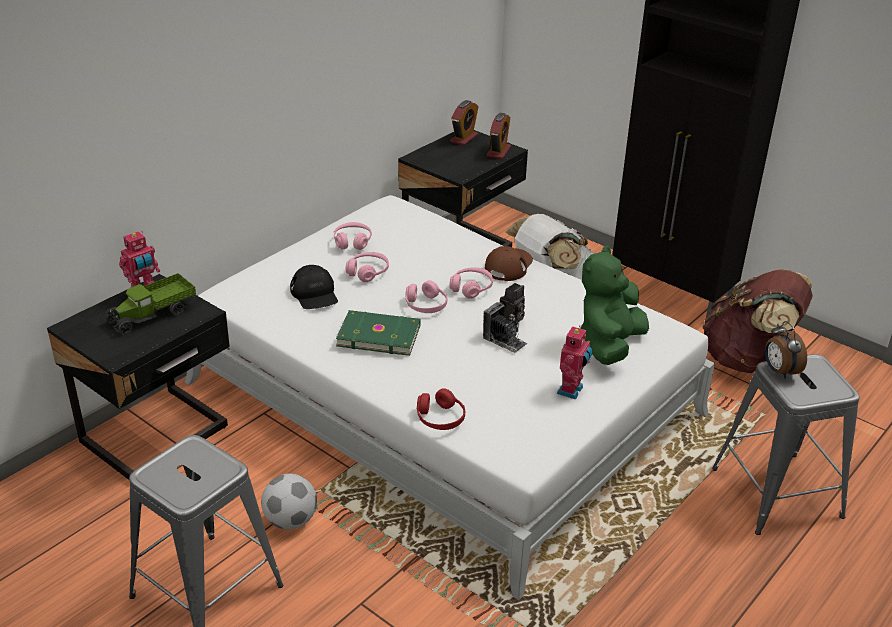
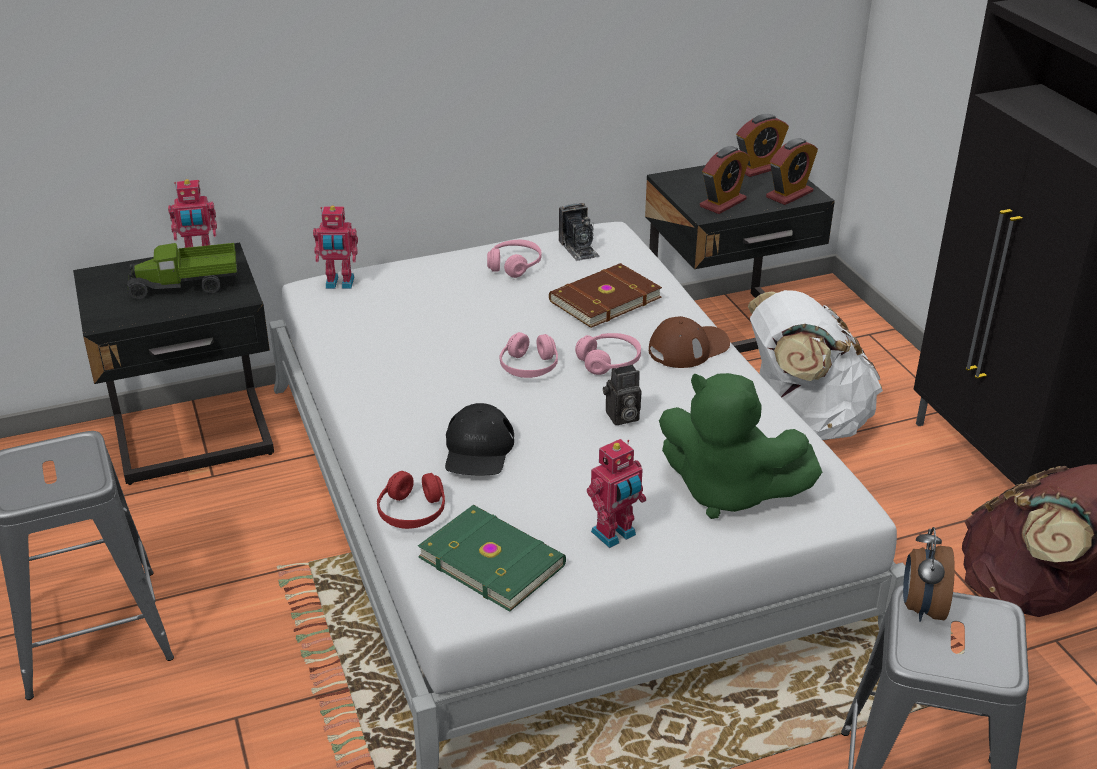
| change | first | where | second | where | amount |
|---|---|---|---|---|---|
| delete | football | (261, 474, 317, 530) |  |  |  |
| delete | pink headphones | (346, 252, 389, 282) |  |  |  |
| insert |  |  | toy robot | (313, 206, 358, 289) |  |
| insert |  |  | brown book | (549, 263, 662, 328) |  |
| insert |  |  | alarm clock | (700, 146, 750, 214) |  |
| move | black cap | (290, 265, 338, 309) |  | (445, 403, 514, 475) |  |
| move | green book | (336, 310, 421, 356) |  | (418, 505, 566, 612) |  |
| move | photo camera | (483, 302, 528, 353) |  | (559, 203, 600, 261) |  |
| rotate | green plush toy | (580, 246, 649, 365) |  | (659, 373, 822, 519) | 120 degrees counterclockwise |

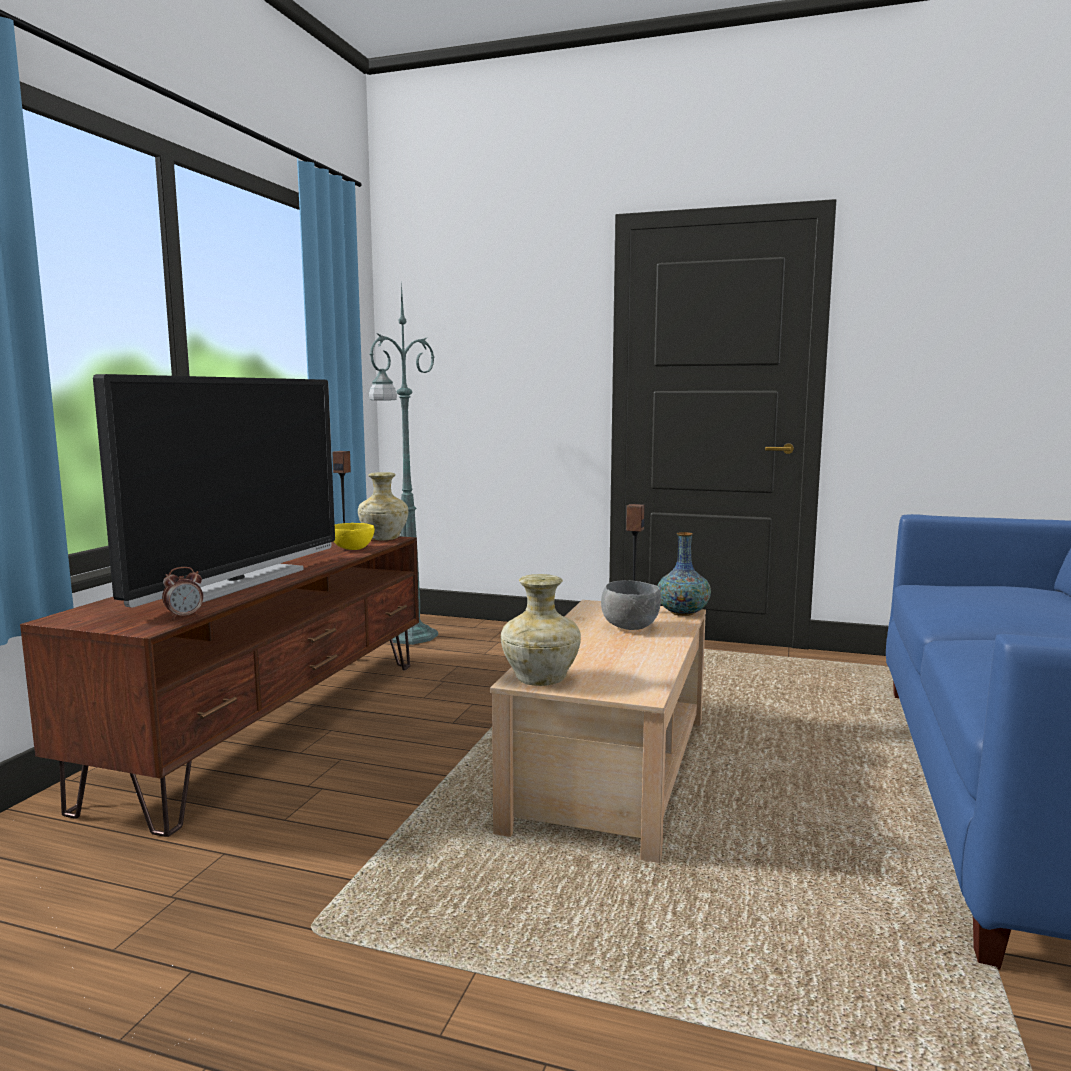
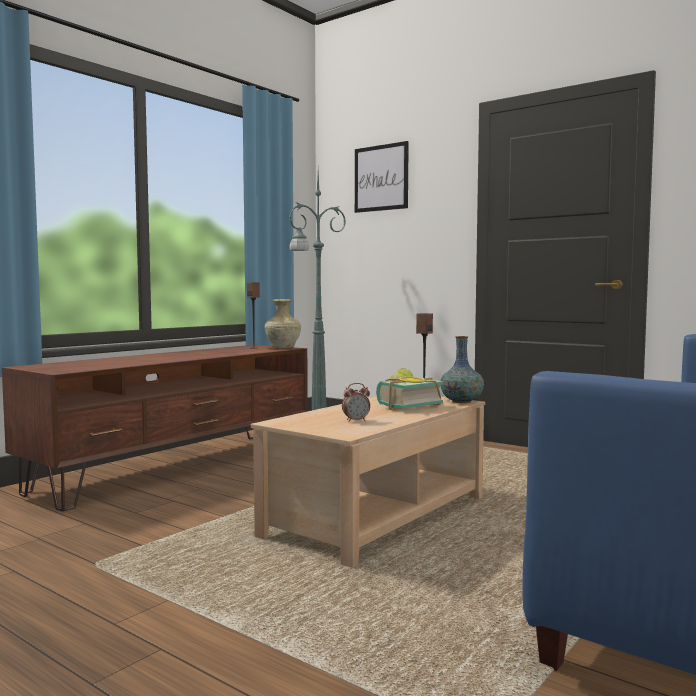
| change | first | where | second | where | amount |
|---|---|---|---|---|---|
| delete | television | (93, 374, 335, 608) |  |  |  |
| delete | yellow bowl | (333, 523, 375, 550) |  |  |  |
| delete | beige vase | (501, 574, 581, 686) |  |  |  |
| insert |  |  | picture | (355, 141, 409, 213) |  |
| move | alarm clock | (162, 567, 203, 619) |  | (342, 383, 370, 422) |  |
| replace | grey bowl | (601, 580, 661, 630) | book | (376, 368, 443, 410) |  |

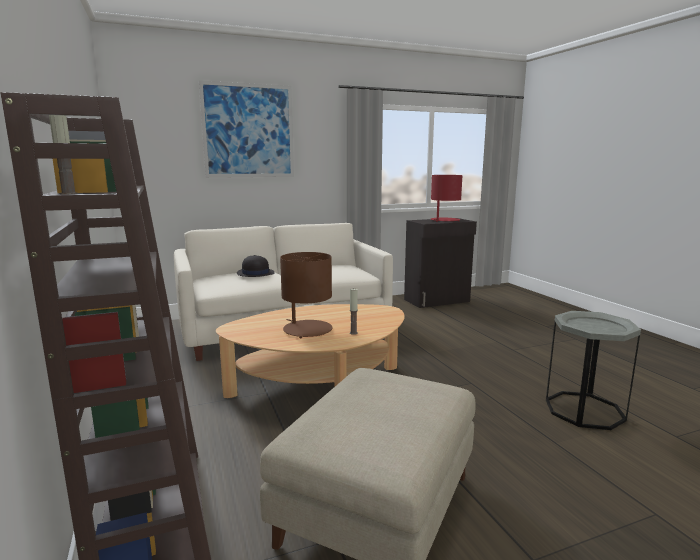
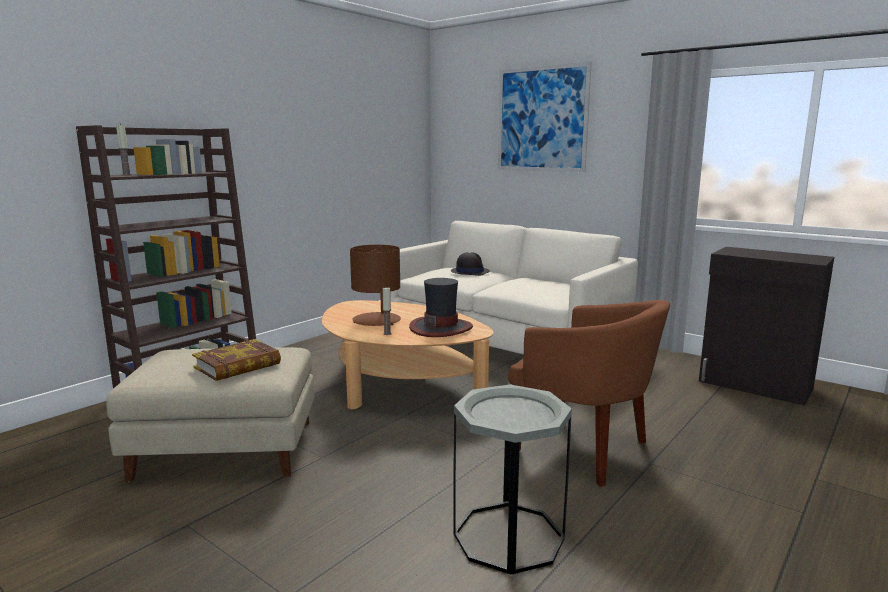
| change | first | where | second | where | amount |
|---|---|---|---|---|---|
| delete | red table lamp | (431, 175, 463, 222) |  |  |  |
| insert |  |  | book | (192, 339, 281, 381) |  |
| insert |  |  | hat | (409, 278, 473, 337) |  |
| insert |  |  | brown armchair | (508, 300, 670, 487) |  |

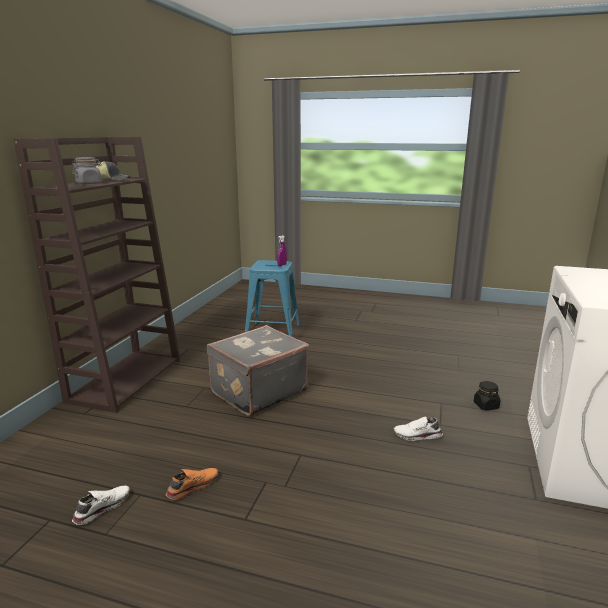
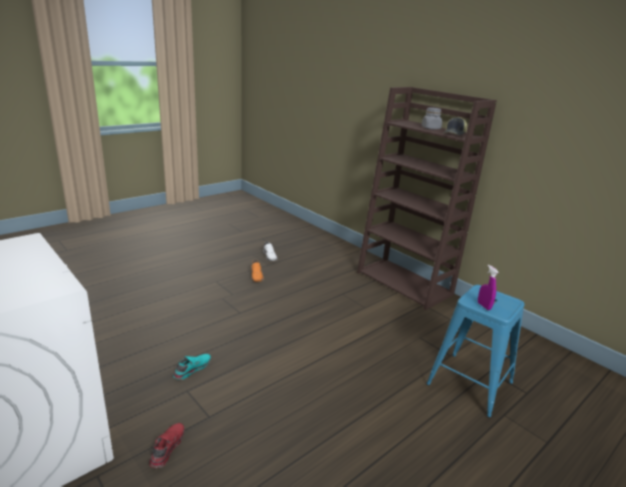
| change | first | where | second | where | amount |
|---|---|---|---|---|---|
| delete | grey suitcase | (207, 325, 309, 416) |  |  |  |
| replace | black jar | (474, 381, 500, 410) | red shoe | (149, 423, 184, 468) |  |
| recolor | white shoe | (394, 417, 443, 441) | turquoise shoe | (173, 354, 211, 380) |  |

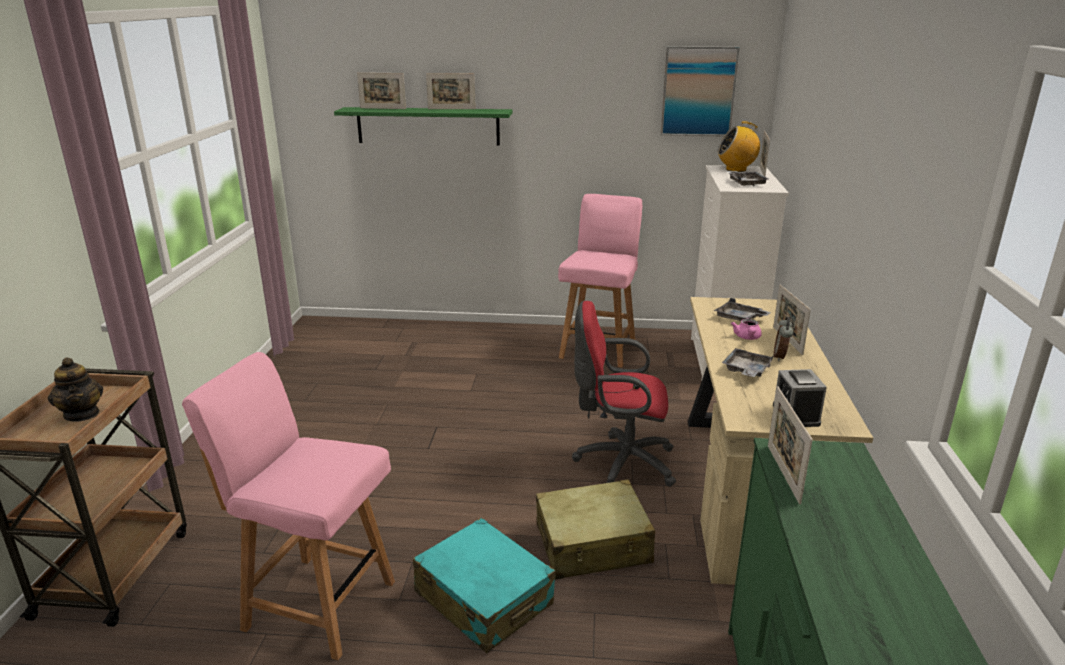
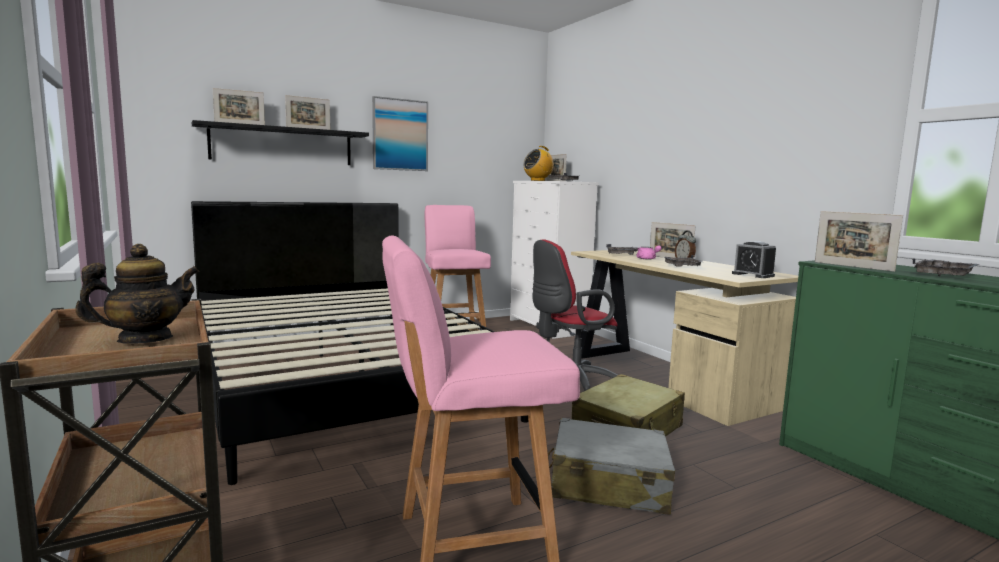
| change | first | where | second | where | amount |
|---|---|---|---|---|---|
| insert |  |  | black bed | (191, 201, 528, 485) |  |
| insert |  |  | grey tray | (912, 258, 979, 276) |  |
| move | picture | (661, 46, 740, 136) |  | (372, 96, 428, 171) |  |
| recolor | green shelf | (334, 107, 512, 145) | black shelf | (192, 120, 369, 165) |  |
| recolor | turquoise suitcase | (413, 518, 556, 653) | grey suitcase | (548, 418, 675, 515) |  |
| rotate | teapot | (48, 358, 103, 421) |  | (75, 244, 200, 344) | 60 degrees counterclockwise |

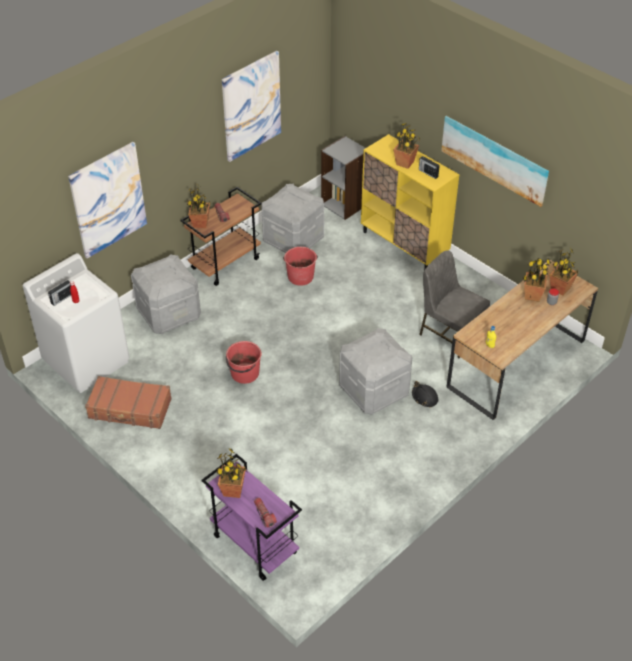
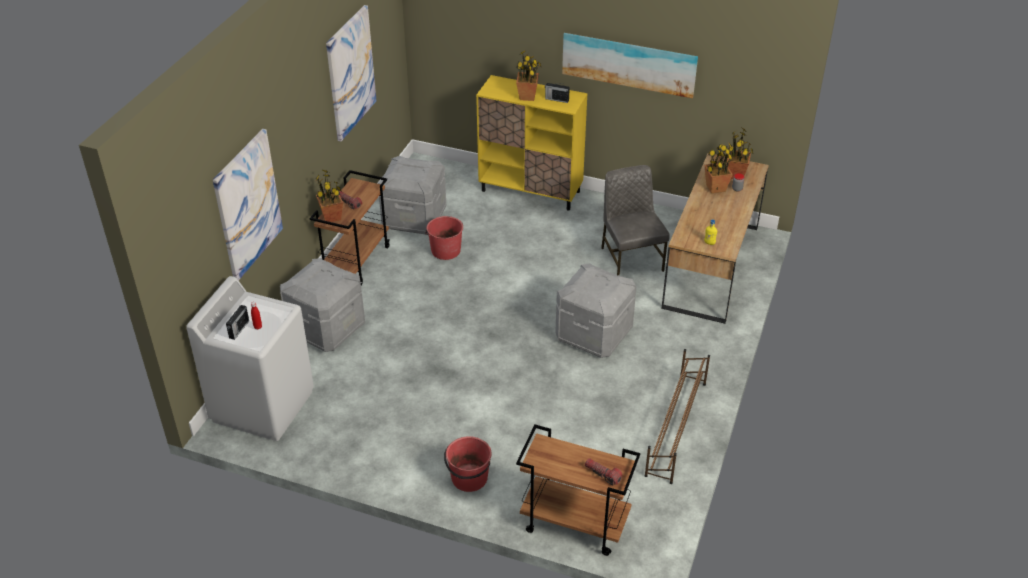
| change | first | where | second | where | amount |
|---|---|---|---|---|---|
| delete | brown suitcase | (85, 376, 172, 429) |  |  |  |
| delete | potted plant | (216, 448, 246, 498) |  |  |  |
| delete | grey bookcase | (321, 136, 365, 220) |  |  |  |
| delete | black hard hat | (412, 381, 438, 407) |  |  |  |
| insert |  |  | brown shoe rack | (645, 349, 710, 484) |  |
| move | red bucket | (226, 341, 262, 384) |  | (444, 436, 492, 492) |  |
| recolor | purple cart | (202, 454, 302, 581) | brown cart | (516, 425, 640, 556) |  |
| rotate | grey chair | (419, 250, 490, 358) |  | (601, 165, 670, 275) | 60 degrees clockwise |

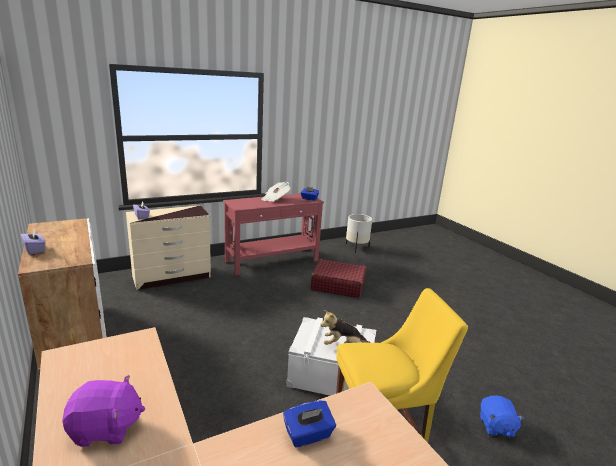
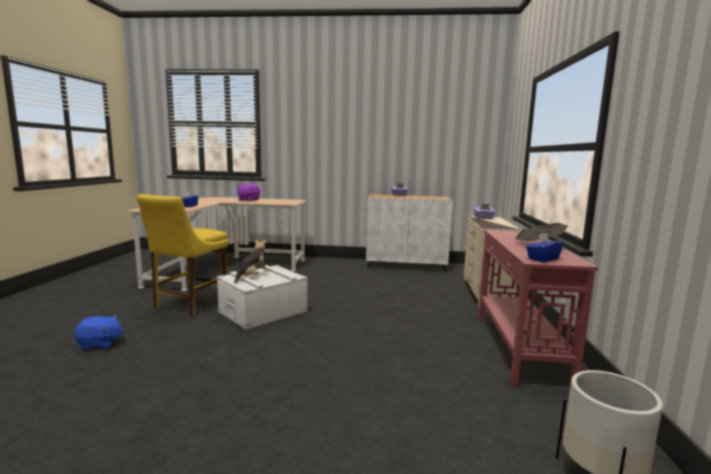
| change | first | where | second | where | amount |
|---|---|---|---|---|---|
| delete | red suitcase | (311, 259, 367, 298) |  |  |  |
| rotate | blue plush toy | (480, 395, 524, 437) |  | (74, 315, 124, 350) | 135 degrees clockwise |

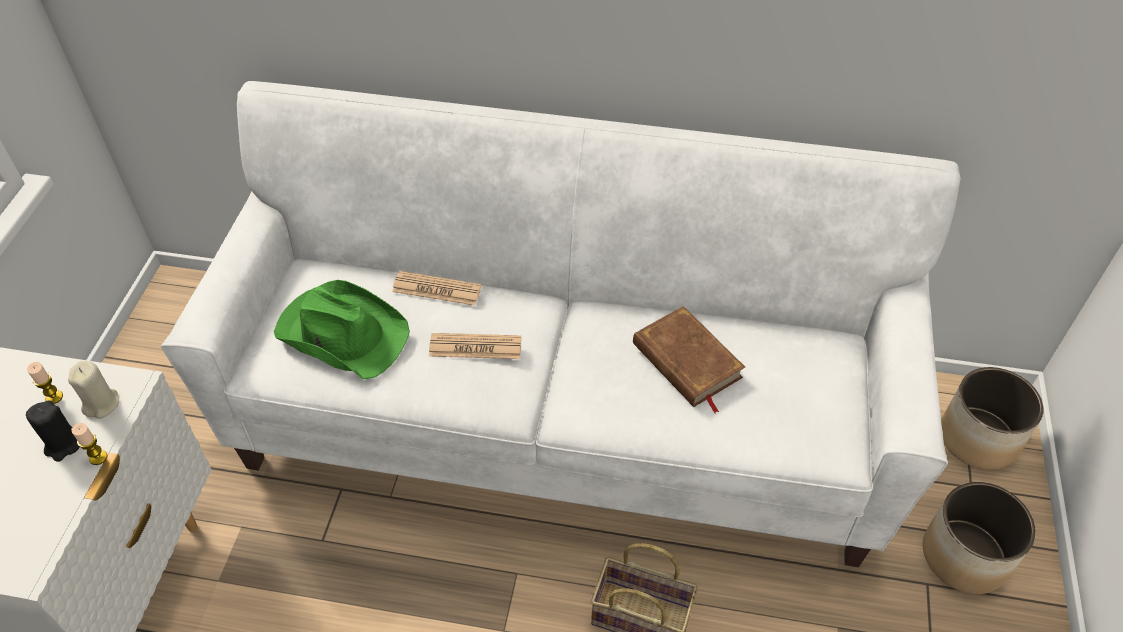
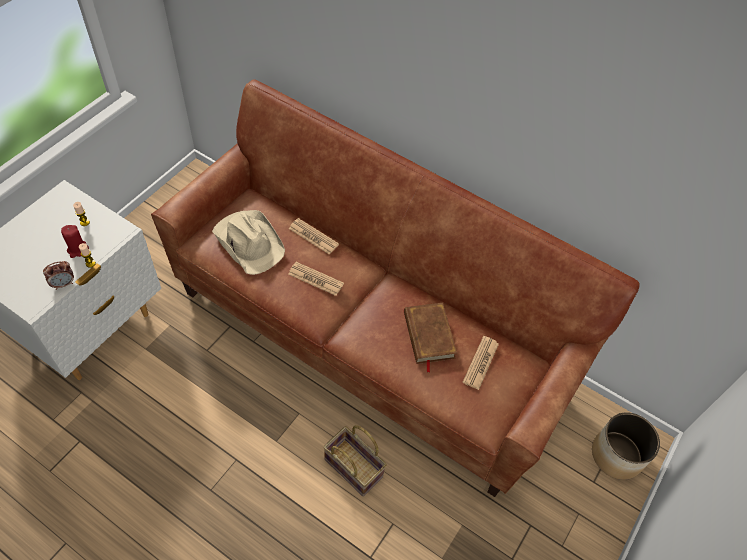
| change | first | where | second | where | amount |
|---|---|---|---|---|---|
| delete | beige candle | (68, 361, 120, 419) |  |  |  |
| delete | planter | (923, 482, 1036, 594) |  |  |  |
| insert |  |  | alarm clock | (43, 261, 74, 290) |  |
| insert |  |  | newspaper | (463, 336, 499, 390) |  |
| recolor | black candle | (26, 400, 80, 462) | red candle | (61, 225, 89, 258) |  |
| recolor | white sofa | (161, 81, 961, 567) | brown sofa | (151, 79, 640, 497) |  |
| recolor | green hat | (274, 280, 410, 380) | beige hat | (212, 210, 285, 275) |  |

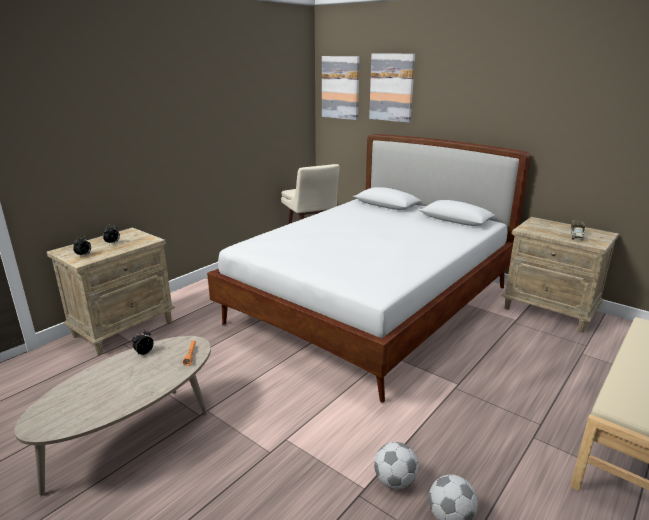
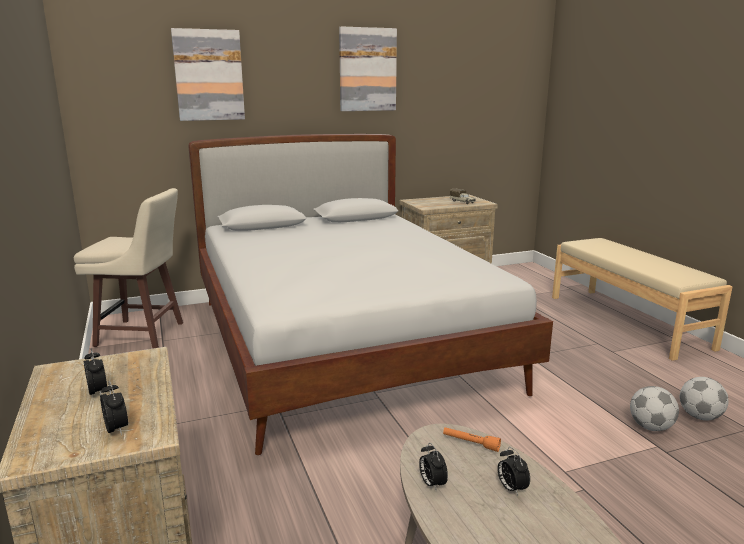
| change | first | where | second | where | amount |
|---|---|---|---|---|---|
| insert |  |  | alarm clock | (497, 447, 530, 496) |  |
| move | picture | (322, 56, 360, 120) |  | (339, 26, 397, 111) |  |

